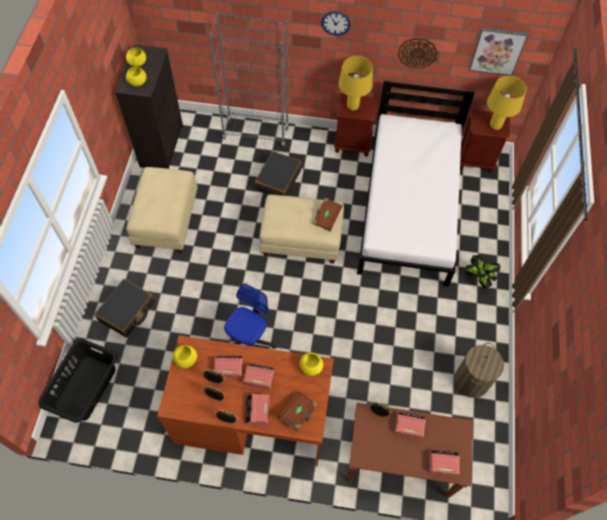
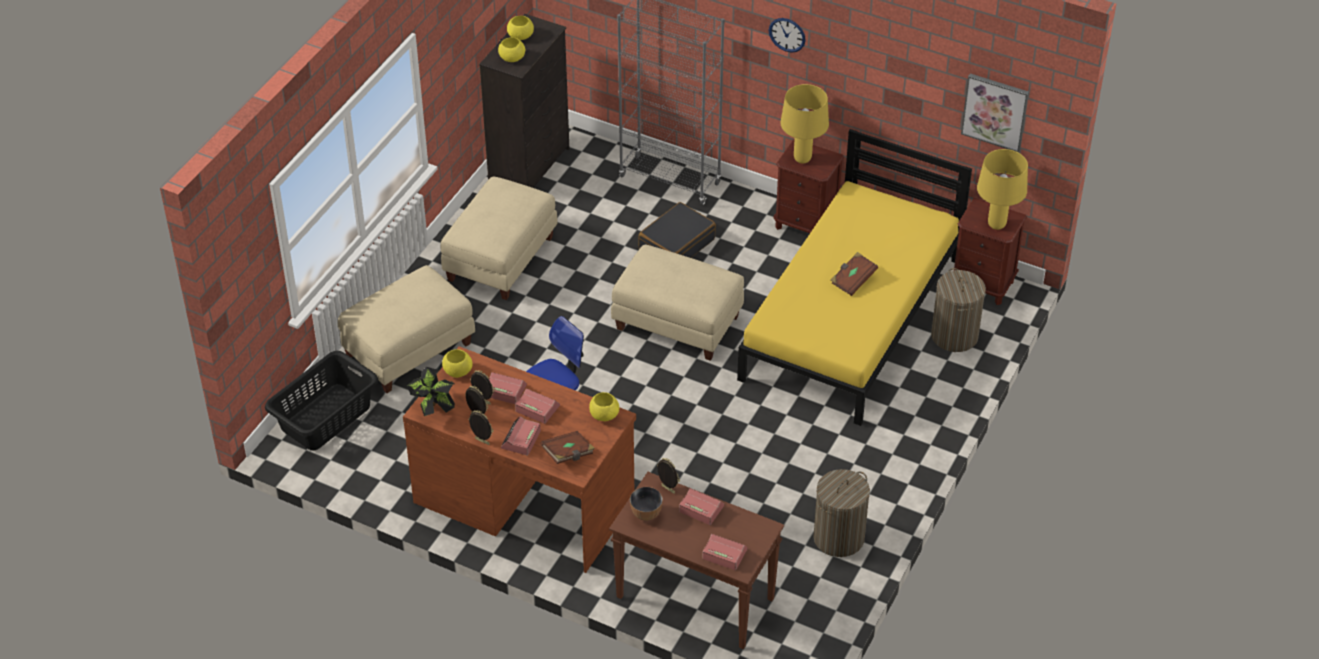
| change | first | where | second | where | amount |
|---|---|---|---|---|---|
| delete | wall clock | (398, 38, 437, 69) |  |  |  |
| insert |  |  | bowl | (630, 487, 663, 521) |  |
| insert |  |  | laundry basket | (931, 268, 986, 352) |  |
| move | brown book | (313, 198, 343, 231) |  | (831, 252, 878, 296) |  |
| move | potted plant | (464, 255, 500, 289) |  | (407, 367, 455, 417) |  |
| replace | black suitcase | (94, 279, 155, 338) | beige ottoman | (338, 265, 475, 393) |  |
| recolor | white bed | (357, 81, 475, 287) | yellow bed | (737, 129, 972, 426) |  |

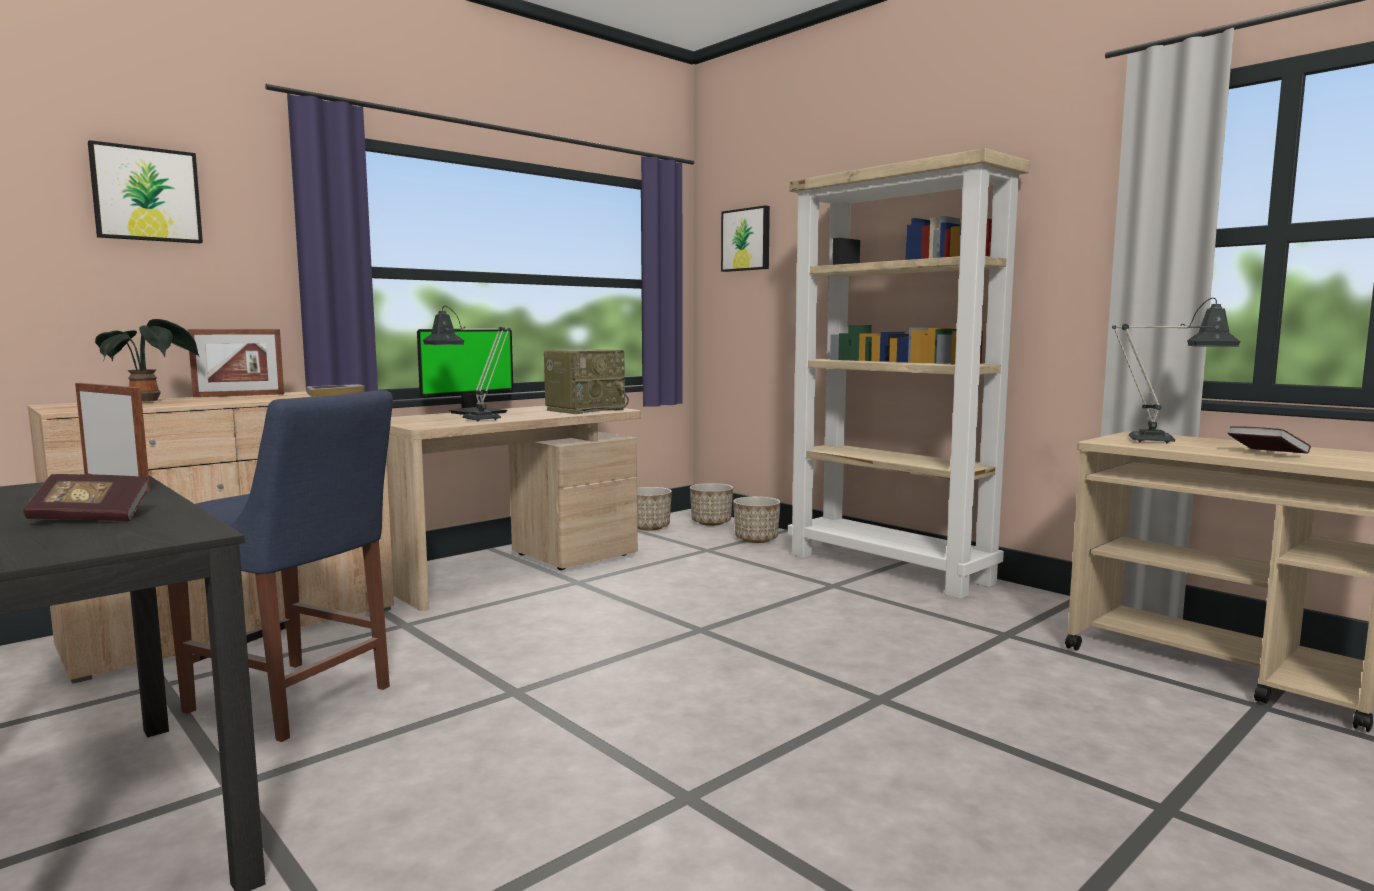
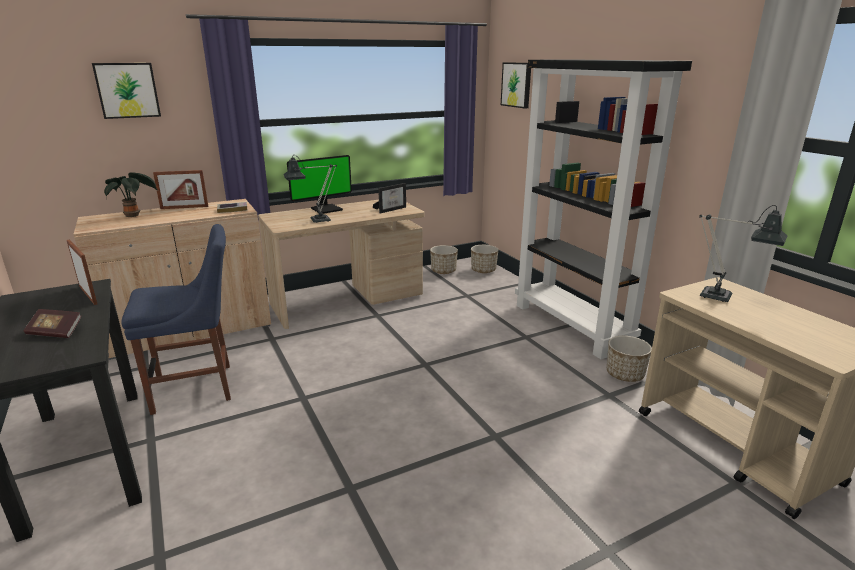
| change | first | where | second | where | amount |
|---|---|---|---|---|---|
| delete | book | (1228, 426, 1311, 454) |  |  |  |
| move | planter | (733, 496, 781, 543) |  | (607, 336, 652, 382) |  |
| replace | radio | (544, 349, 629, 414) | picture frame | (373, 183, 406, 214) |  |
| recolor | beige bookcase | (788, 148, 1030, 599) | black bookcase | (515, 59, 692, 359) |  |
| rotate | blue chair | (168, 390, 393, 742) |  | (121, 224, 231, 415) | 60 degrees counterclockwise |

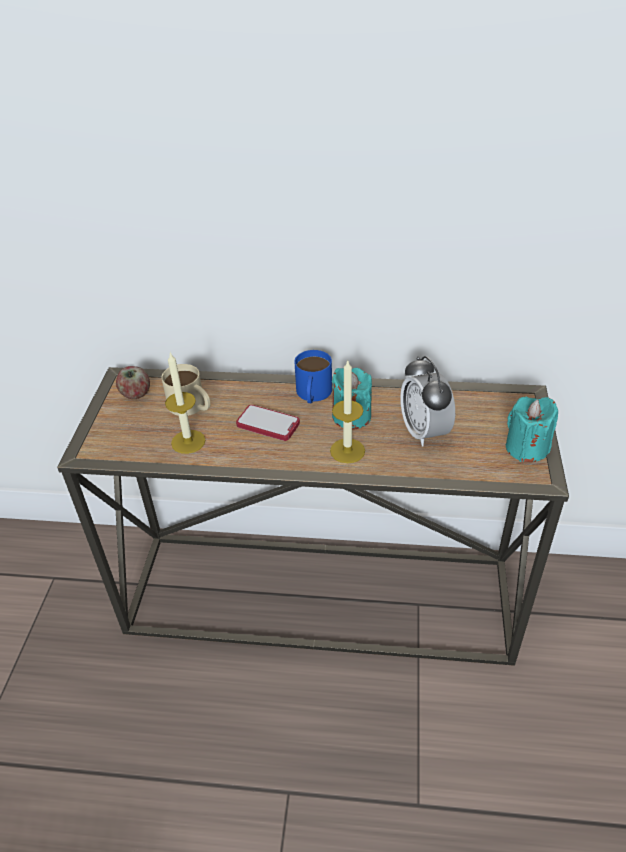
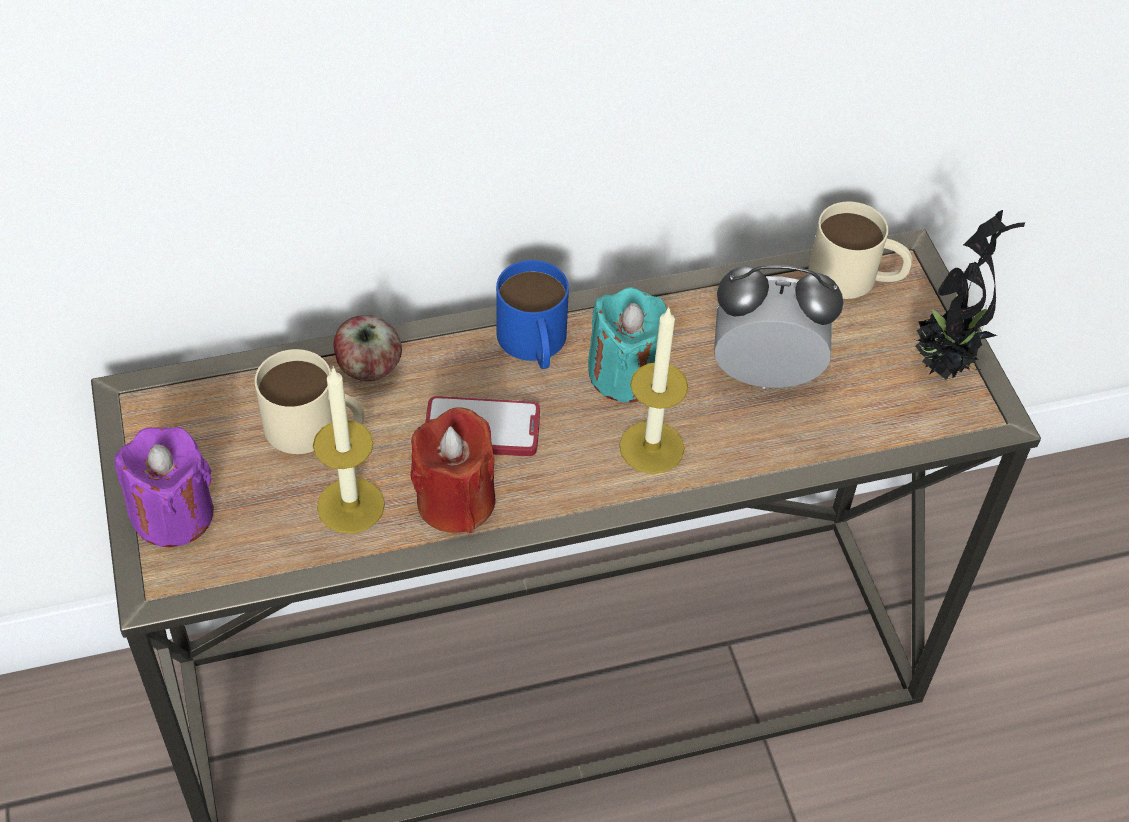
| change | first | where | second | where | amount |
|---|---|---|---|---|---|
| insert |  |  | purple candle | (115, 427, 214, 547) |  |
| insert |  |  | red candle | (410, 407, 496, 533) |  |
| insert |  |  | beige mug | (808, 202, 913, 299) |  |
| move | apple | (116, 366, 150, 399) |  | (334, 315, 402, 381) |  |
| replace | turquoise candle | (506, 397, 558, 462) | potted plant | (913, 210, 1025, 379) |  |
| rotate | alarm clock | (400, 356, 455, 447) |  | (714, 265, 843, 389) | 135 degrees clockwise |

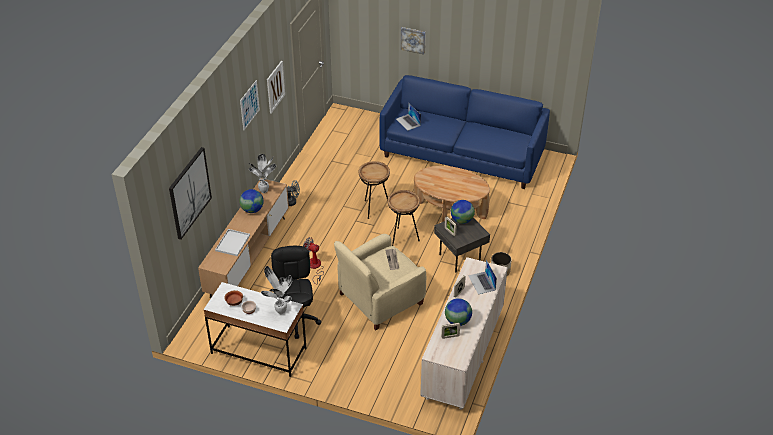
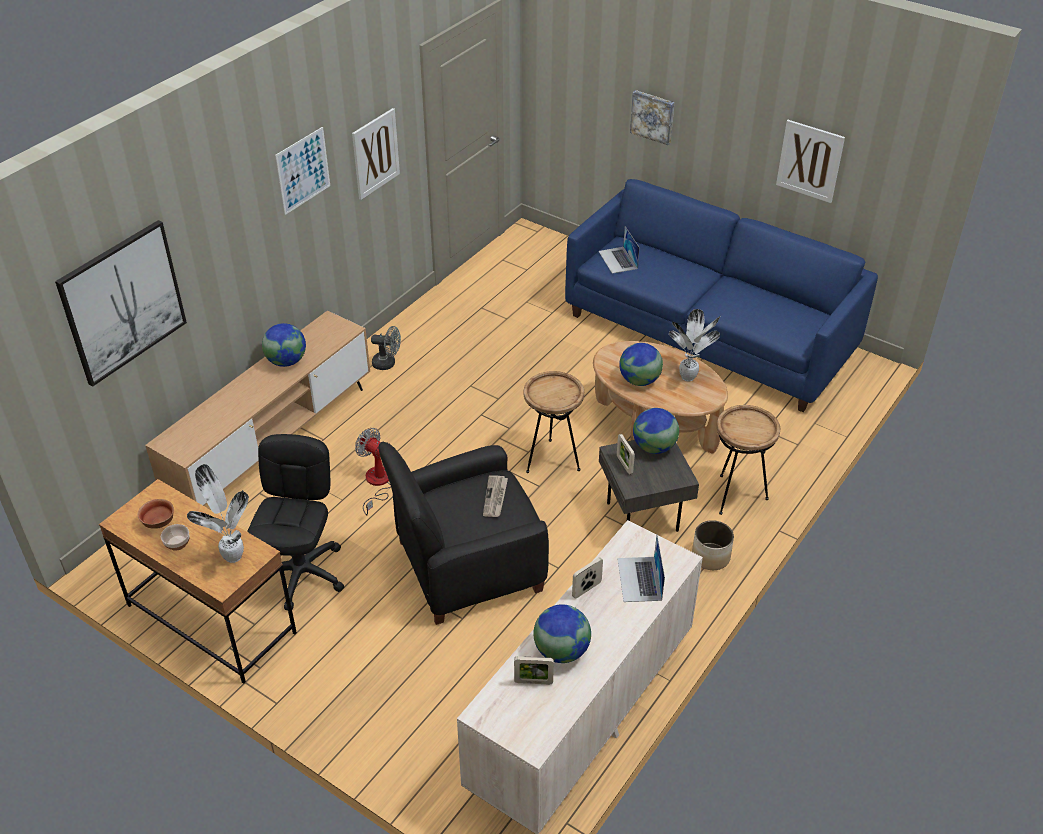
| change | first | where | second | where | amount |
|---|---|---|---|---|---|
| delete | white tray | (215, 229, 250, 256) |  |  |  |
| insert |  |  | globe | (619, 343, 663, 386) |  |
| insert |  |  | picture | (776, 120, 845, 203) |  |
| move | potted plant | (249, 154, 276, 193) |  | (669, 309, 721, 382) |  |
| move | brown side table | (359, 161, 390, 219) |  | (717, 405, 780, 515) |  |
| recolor | white desk | (204, 282, 306, 377) | brown desk | (99, 479, 297, 684) |  |
| recolor | beige armchair | (334, 234, 426, 330) | black armchair | (378, 442, 549, 625) |  |

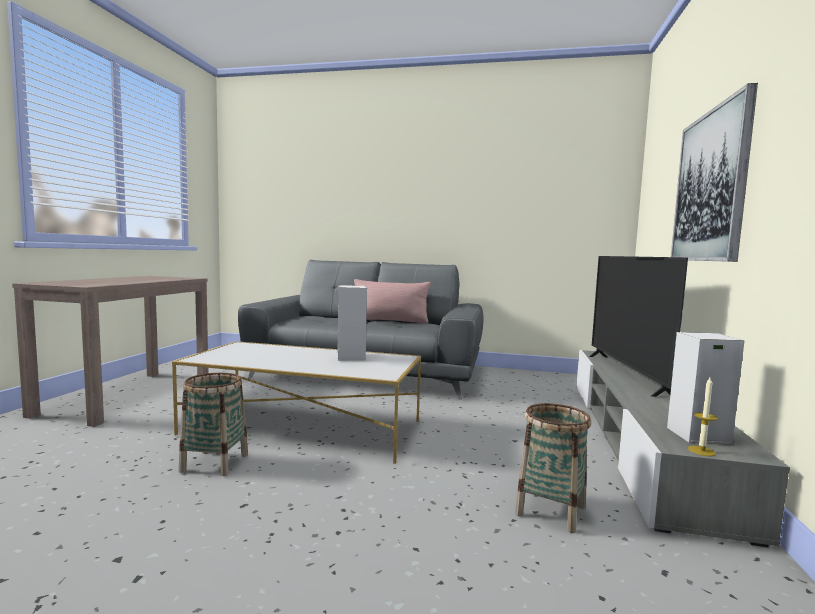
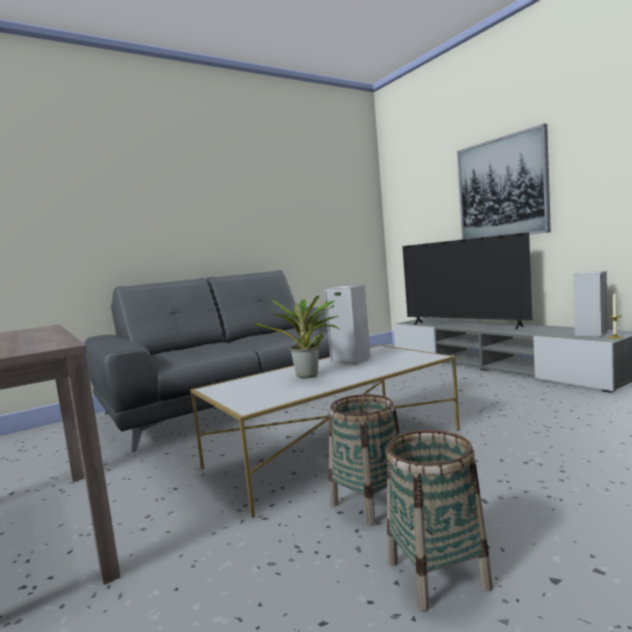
| change | first | where | second | where | amount |
|---|---|---|---|---|---|
| delete | pink pillow | (354, 279, 431, 324) |  |  |  |
| insert |  |  | potted plant | (254, 296, 339, 378) |  |
| move | basket | (515, 403, 591, 533) |  | (386, 430, 493, 611) |  |

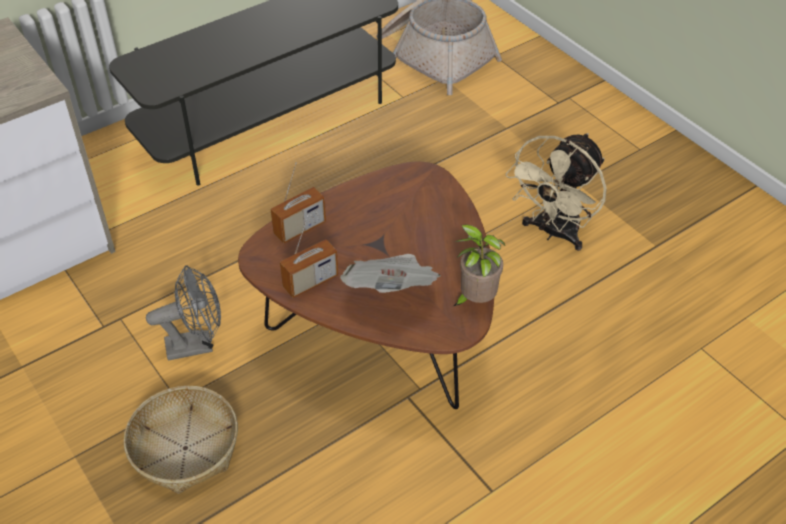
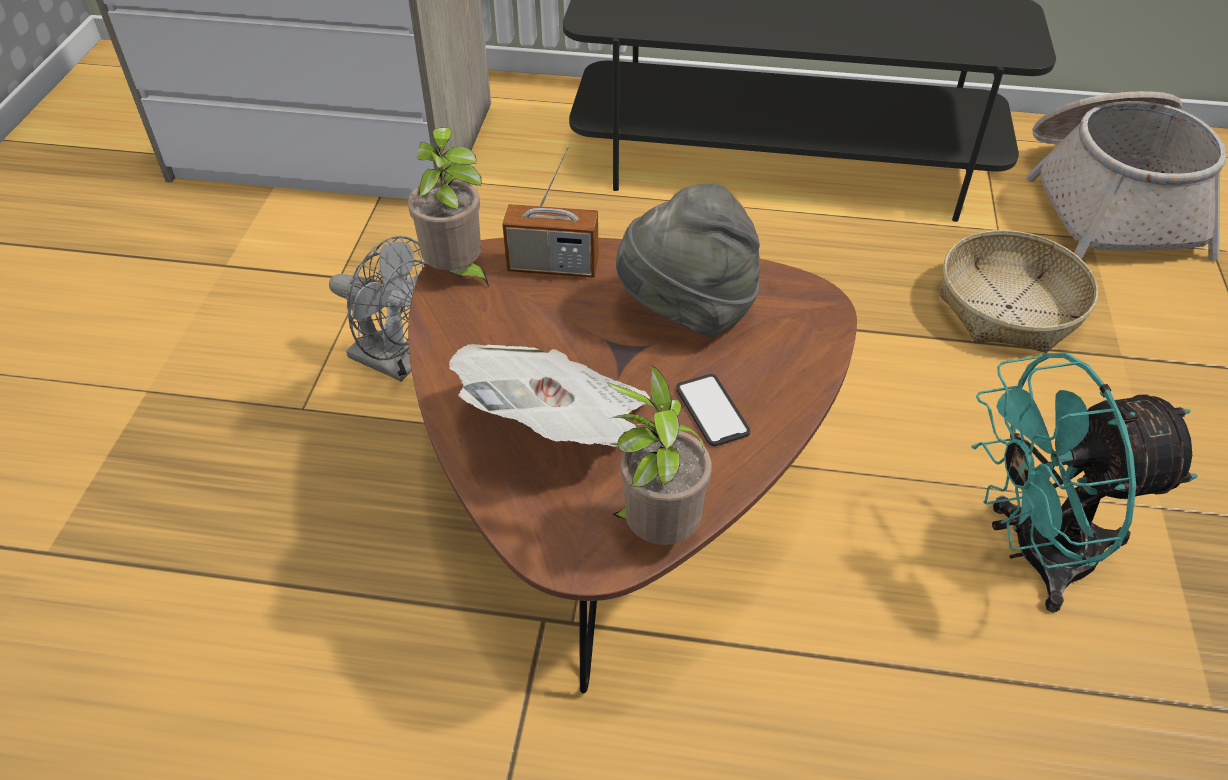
| change | first | where | second | where | amount |
|---|---|---|---|---|---|
| delete | radio | (280, 215, 338, 298) |  |  |  |
| insert |  |  | potted plant | (408, 127, 489, 287) |  |
| insert |  |  | grey hat | (616, 184, 760, 337) |  |
| insert |  |  | phone | (676, 374, 750, 446) |  |
| move | basket | (124, 386, 238, 494) |  | (940, 230, 1098, 353) |  |
| recolor | beige fan | (506, 133, 607, 251) | turquoise fan | (971, 353, 1198, 613) |  |

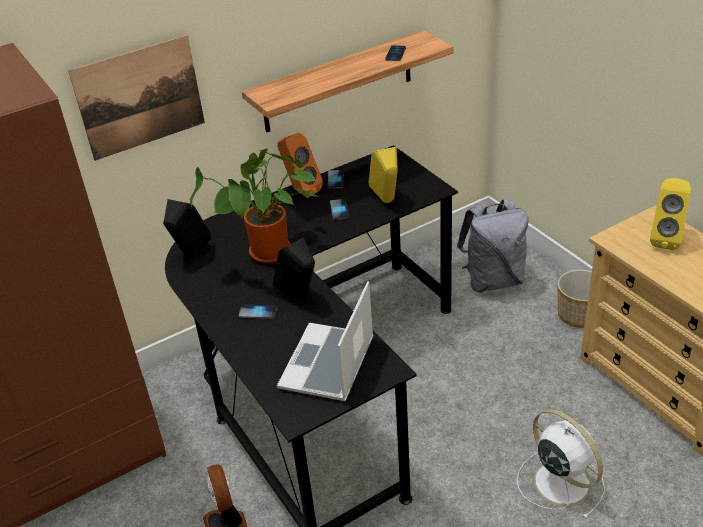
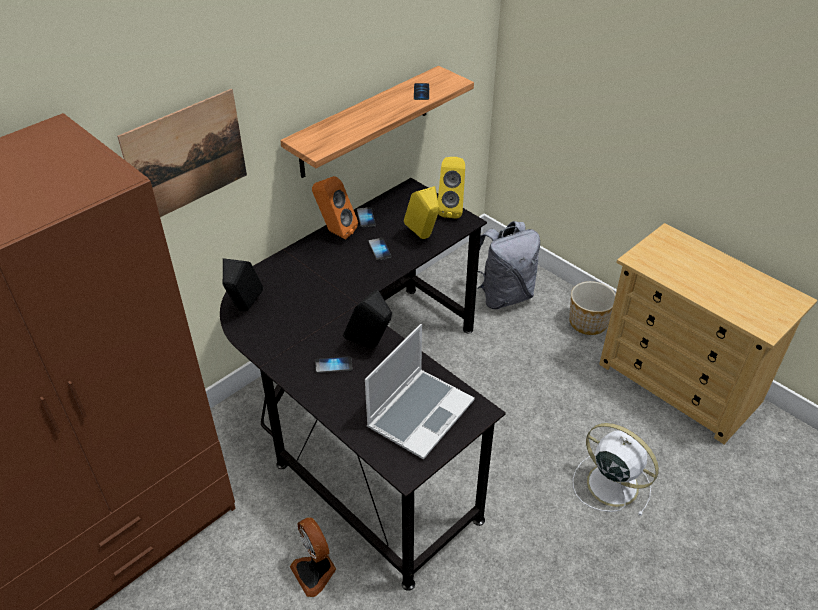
| change | first | where | second | where | amount |
|---|---|---|---|---|---|
| delete | potted plant | (190, 149, 318, 263) |  |  |  |
| move | yellow speaker | (650, 178, 691, 250) |  | (438, 157, 465, 219) |  |
| rotate | laptop | (277, 281, 374, 401) |  | (365, 324, 475, 460) | 150 degrees counterclockwise |

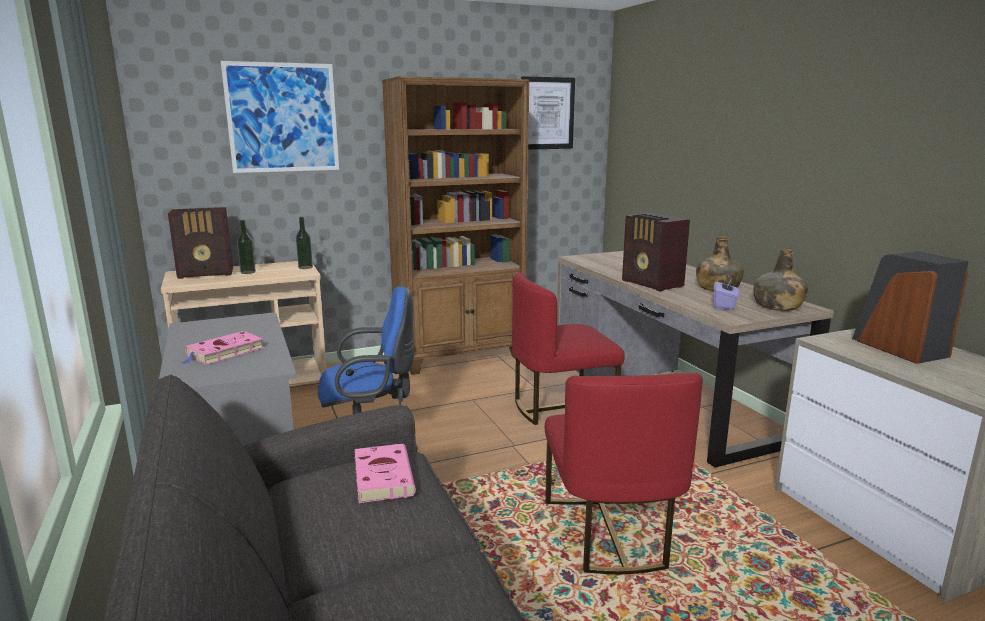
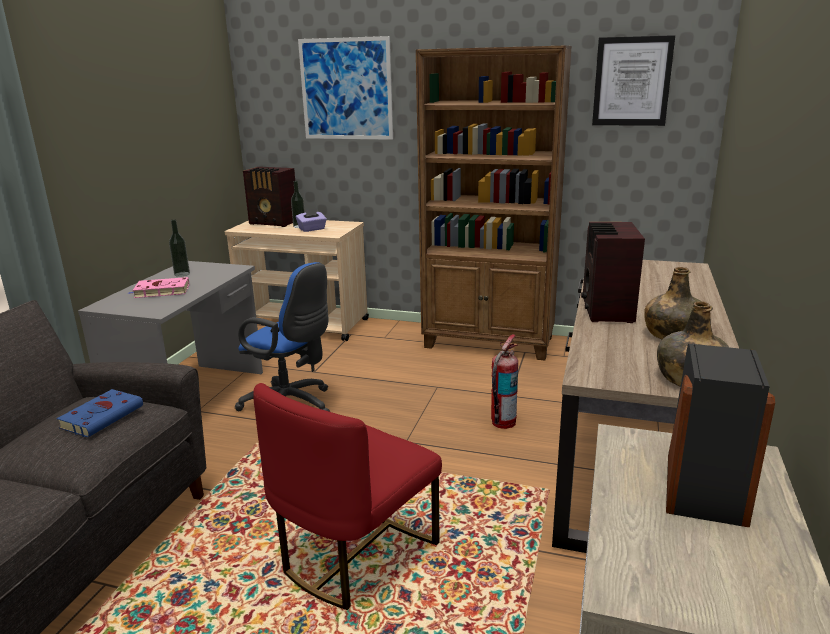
| change | first | where | second | where | amount |
|---|---|---|---|---|---|
| move | bottle | (296, 217, 313, 269) |  | (169, 219, 190, 277) |  |
| move | purple tissue box | (713, 276, 739, 310) |  | (296, 209, 327, 232) |  |
| replace | red chair | (512, 272, 625, 425) | fire extinguisher | (491, 334, 518, 429) |  |
| recolor | pink book | (355, 444, 416, 503) | blue book | (57, 389, 143, 437) |  |

